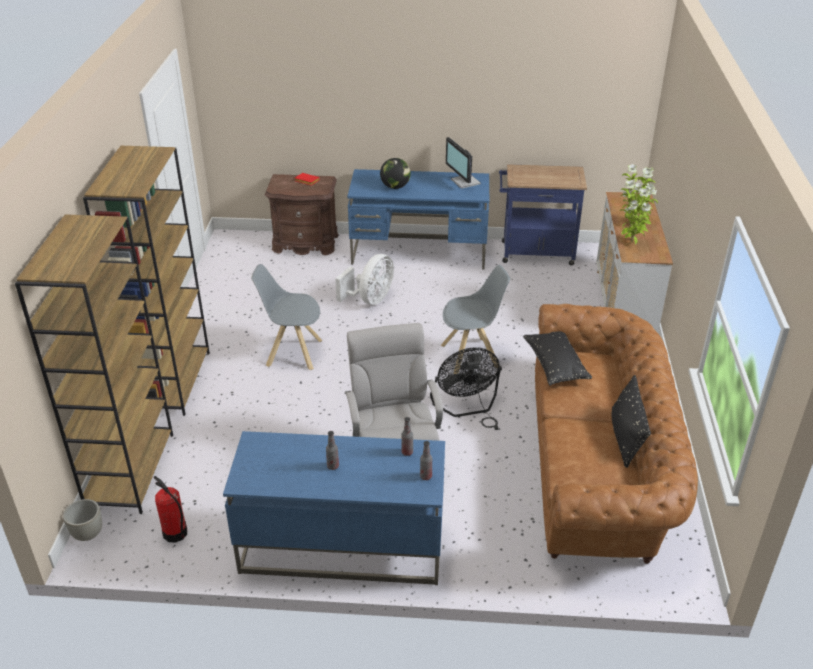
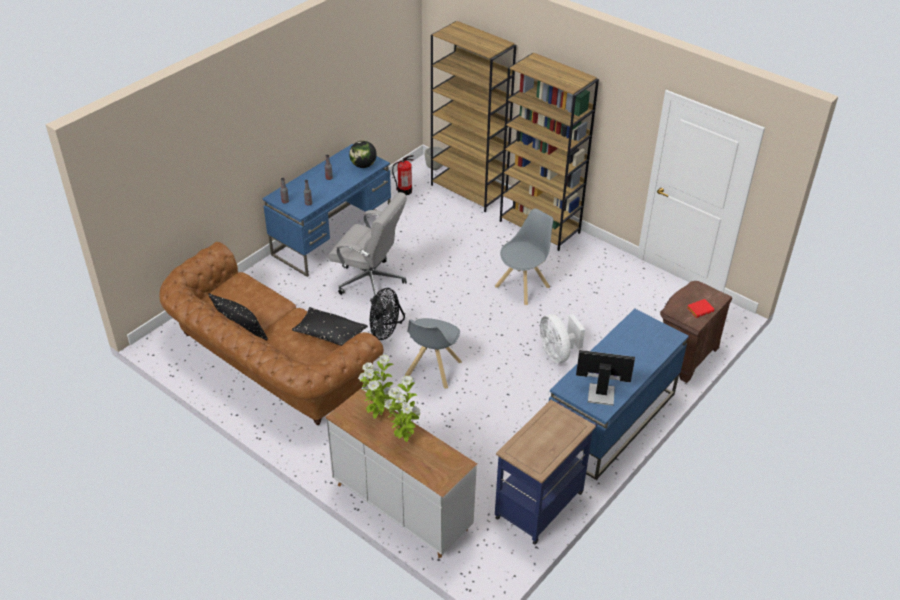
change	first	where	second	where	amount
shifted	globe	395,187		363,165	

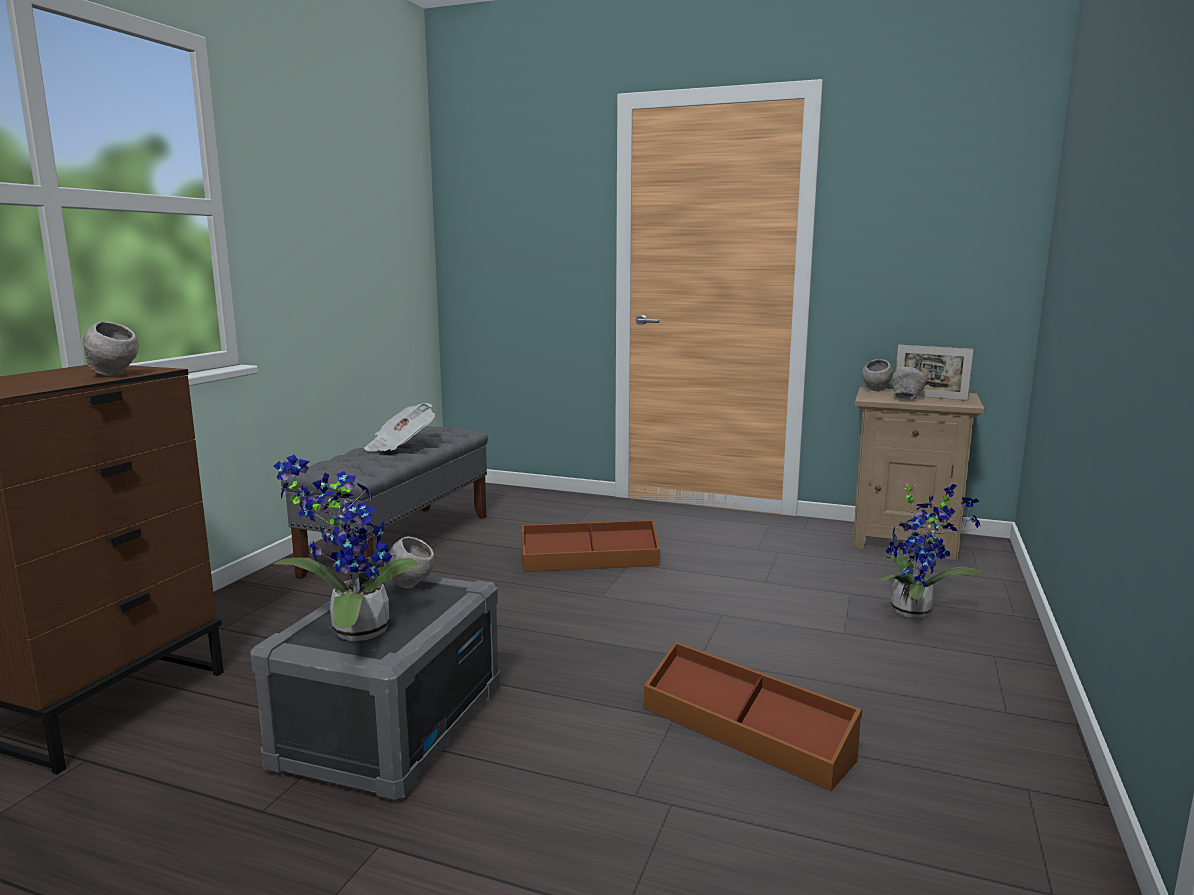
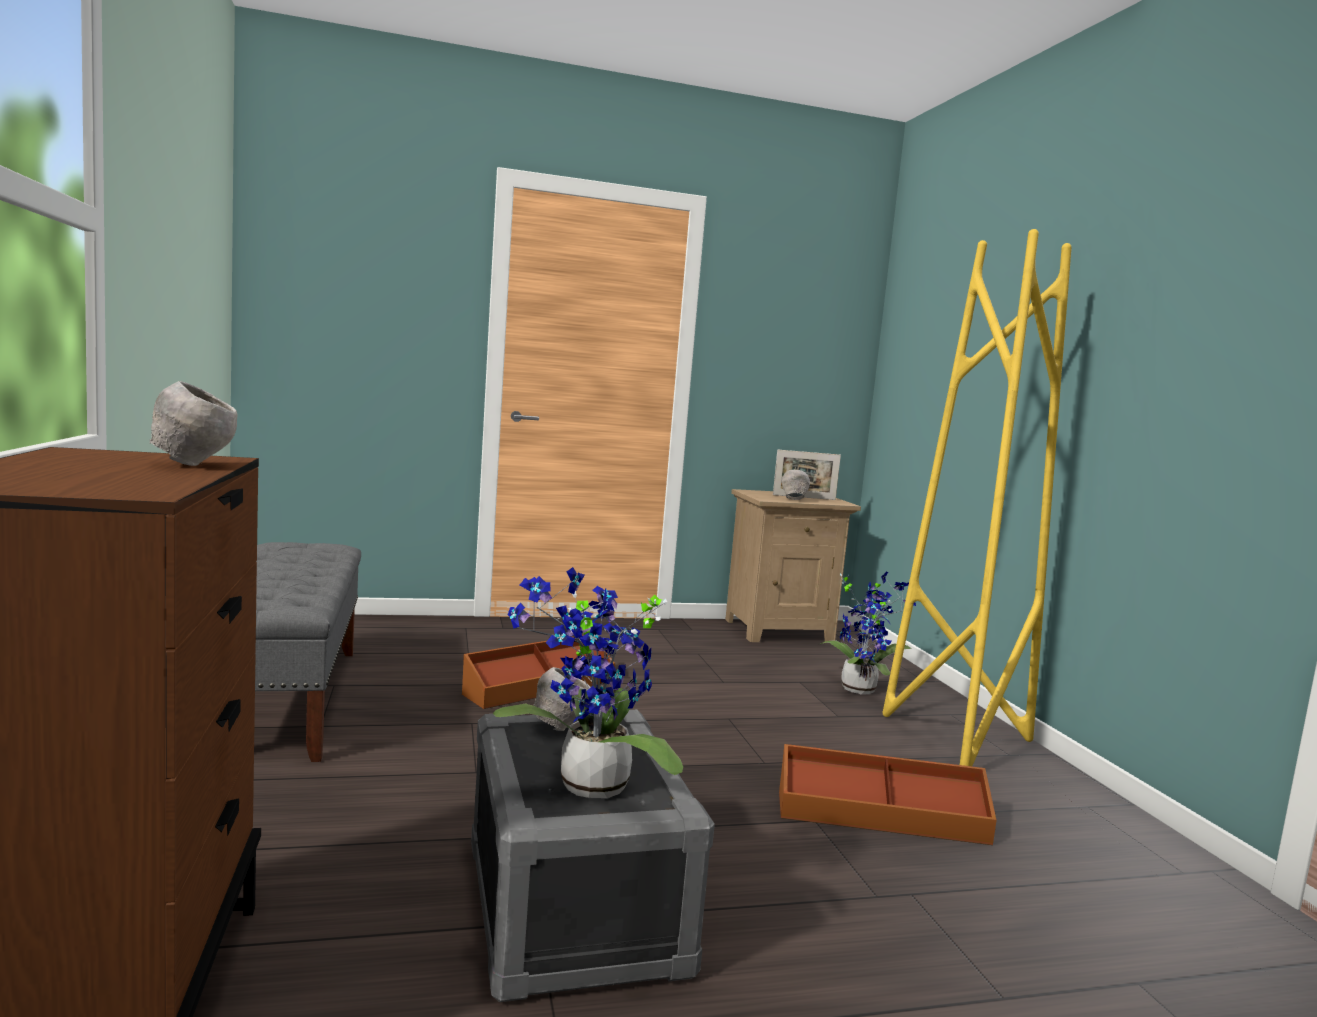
change	first	where	second	where	amount
gone	newspaper	400,446			
gone	grey bowl	876,391			
new			yellow clothes rack	958,744	

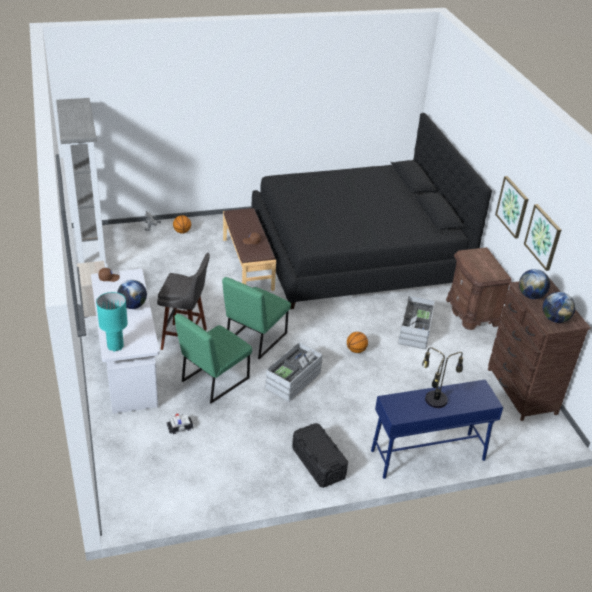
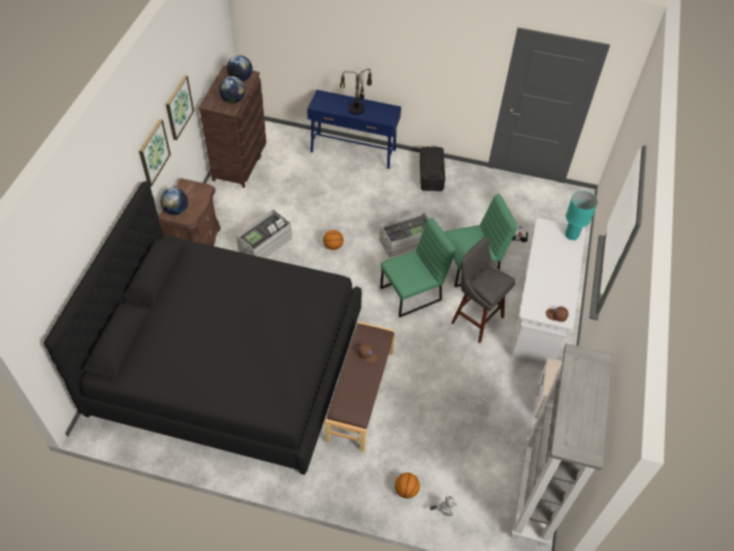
change	first	where	second	where	amount
shifted	globe	132,306		176,210	

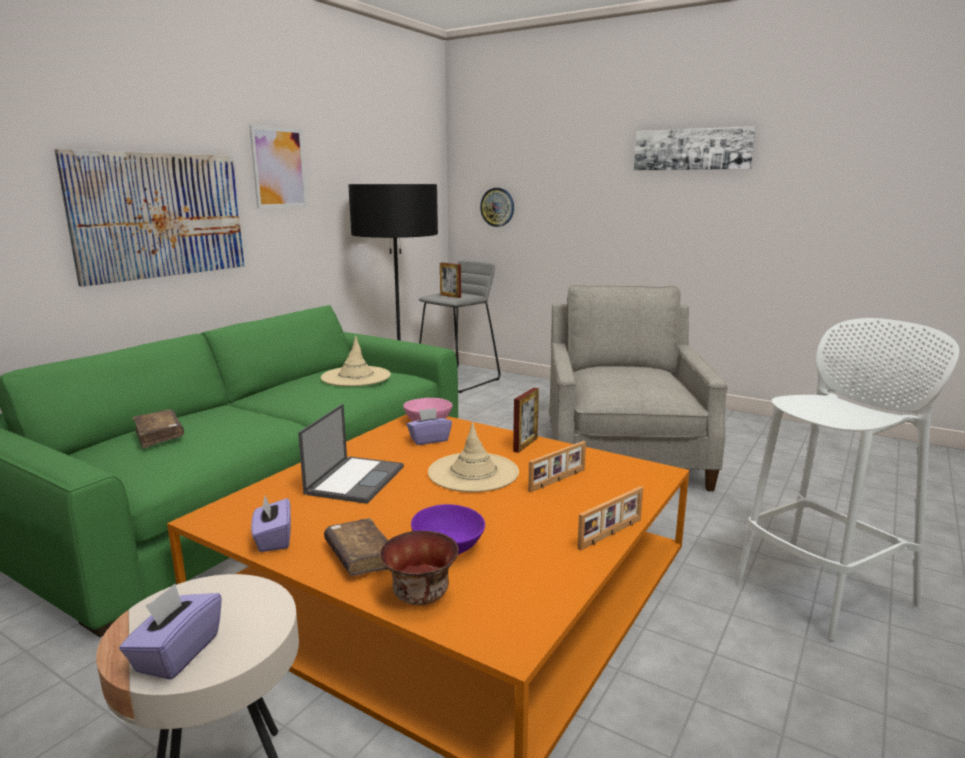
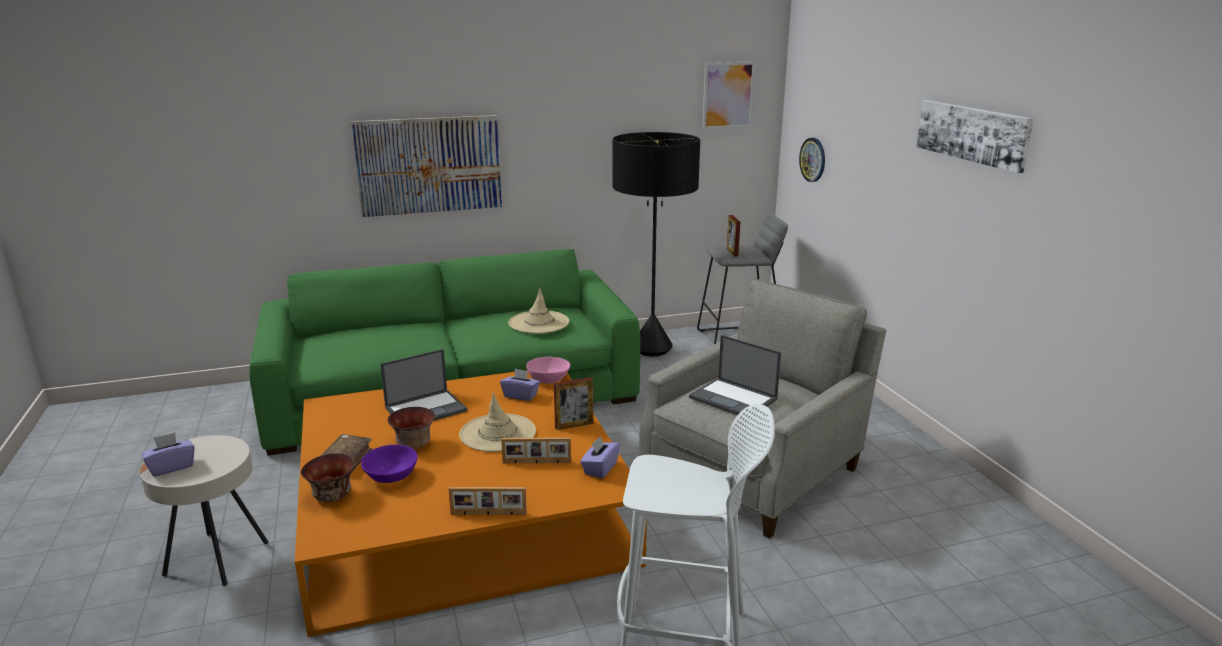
change	first	where	second	where	amount
gone	brown book	159,435			
new			bowl	413,444	
new			laptop	734,399	
shifted	picture	279,168		728,95	
shifted	purple tissue box	273,539		600,468	

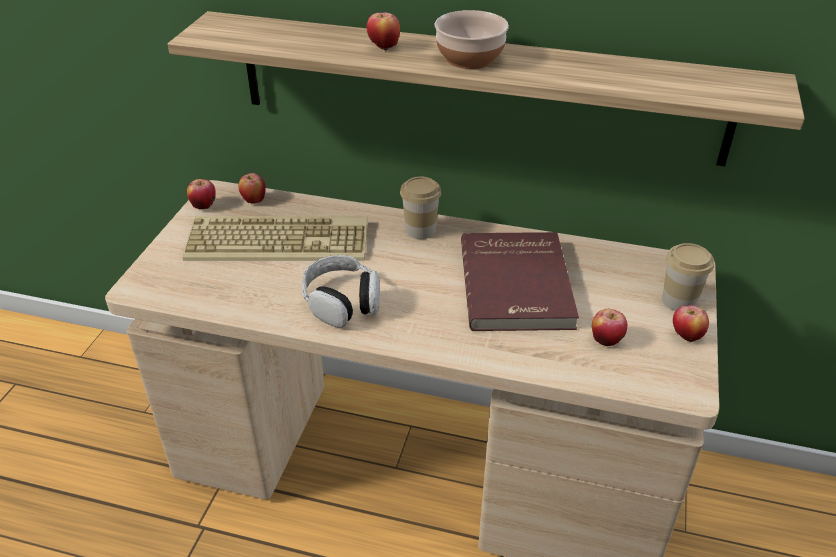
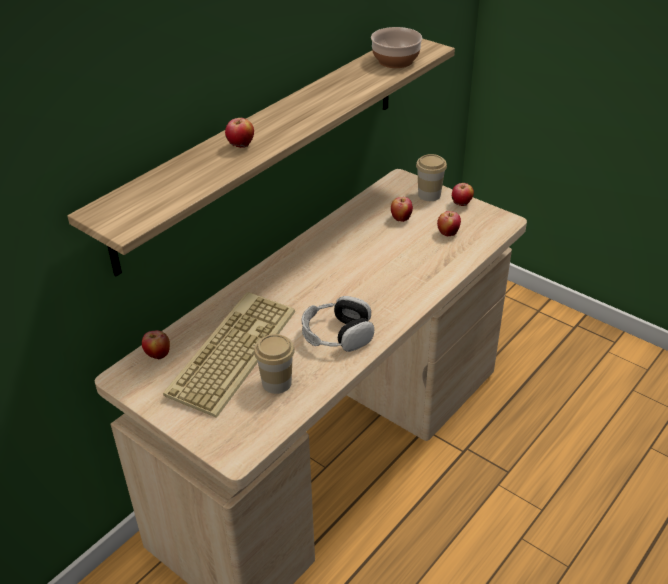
change	first	where	second	where	amount
gone	red book	518,285			
shifted	apple	204,206		401,219	
shifted	cup	420,230		276,383	
shifted	bowl	471,58		396,60	

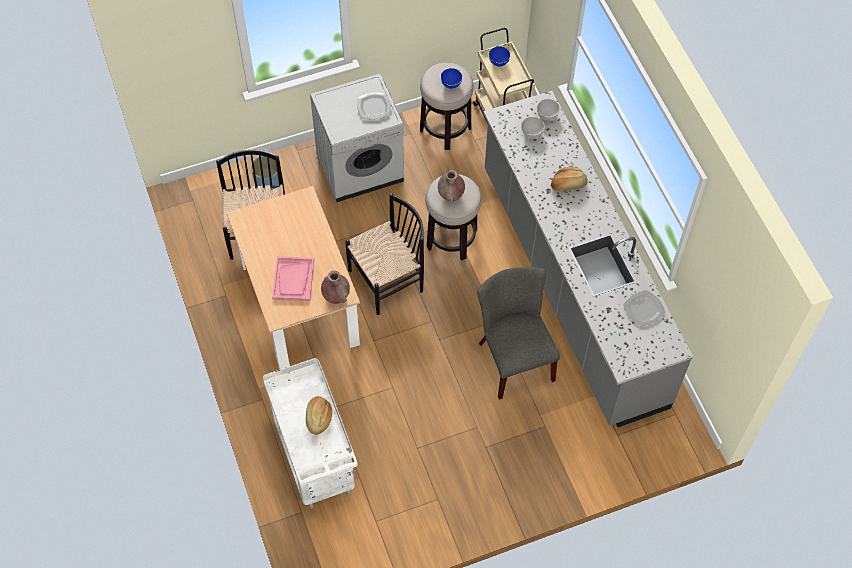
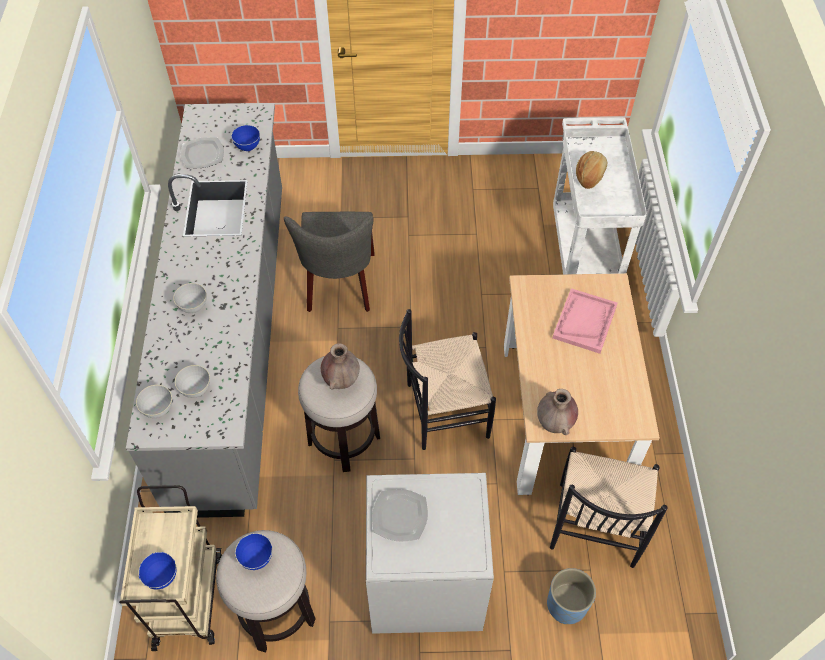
change	first	where	second	where	amount
new			blue bowl	247,146	
shifted	brown vase	336,296		554,424	
swapped	bread	568,184	grey bowl	193,306	

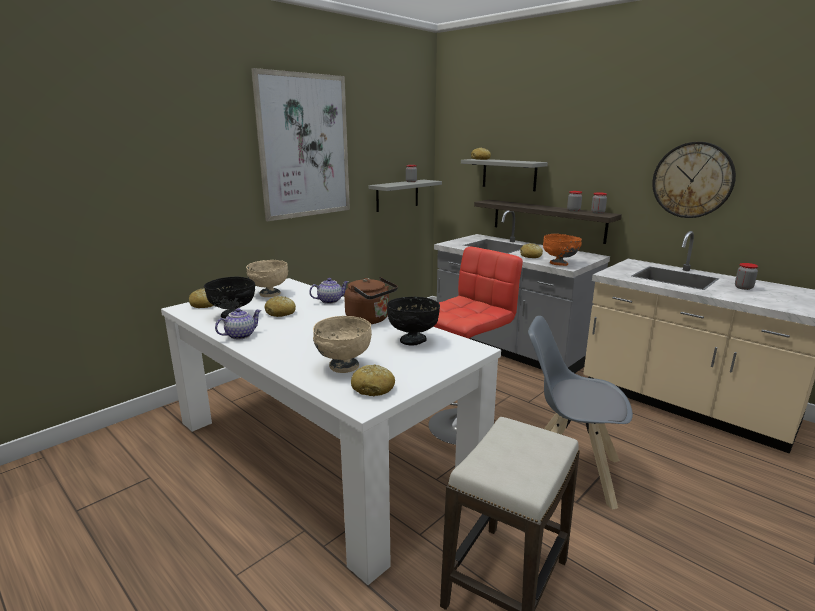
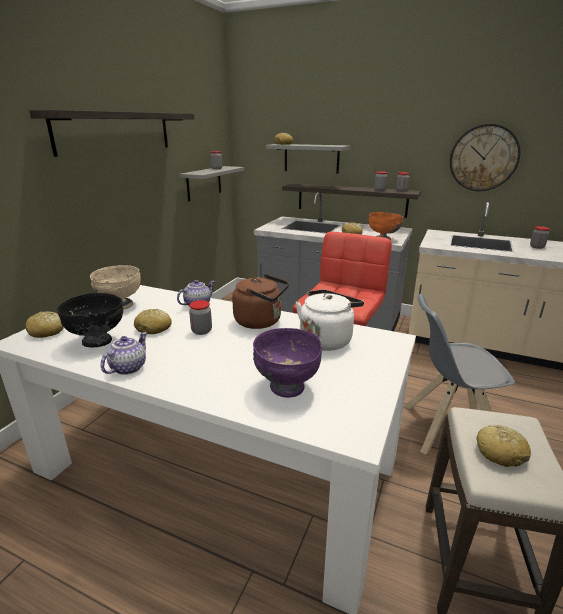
change	first	where	second	where	amount
new			jar	201,331	
shifted	bread	373,388		500,453	
swapped	picture	304,146	shelf	116,132	
swapped	black bowl	413,340	white kettle	327,339	
repainted	beige bowl	343,366	purple bowl	286,388	

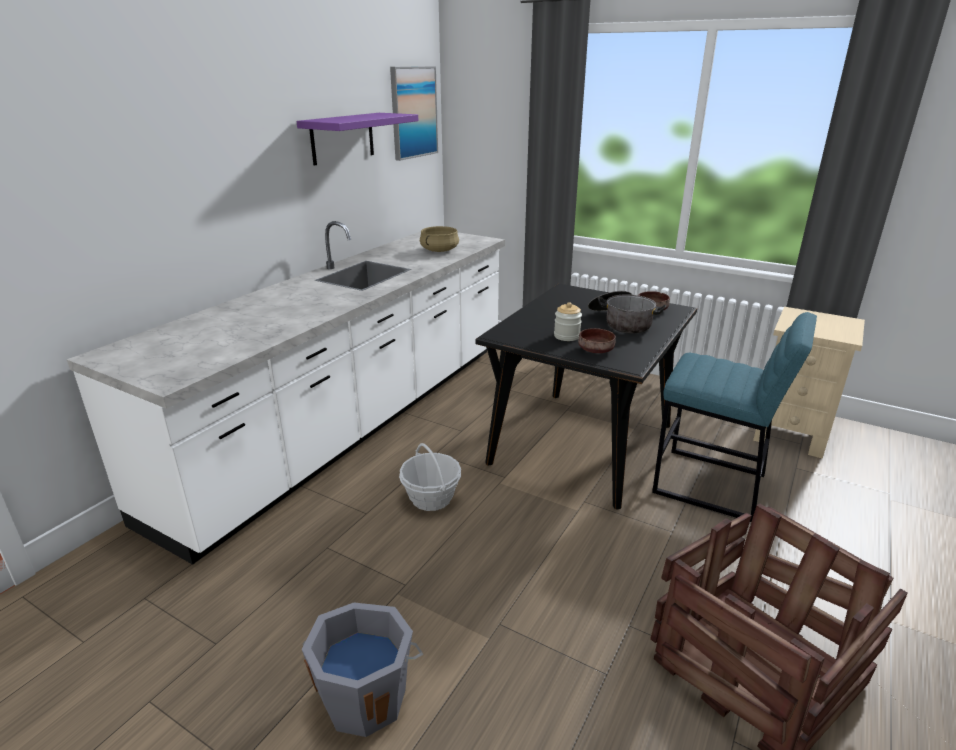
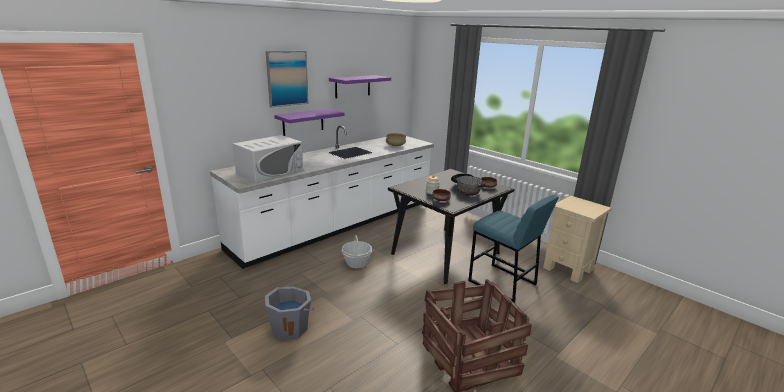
change	first	where	second	where	amount
new			white microwave	270,172	
new			purple shelf	303,122	
shifted	picture	413,112		287,78	

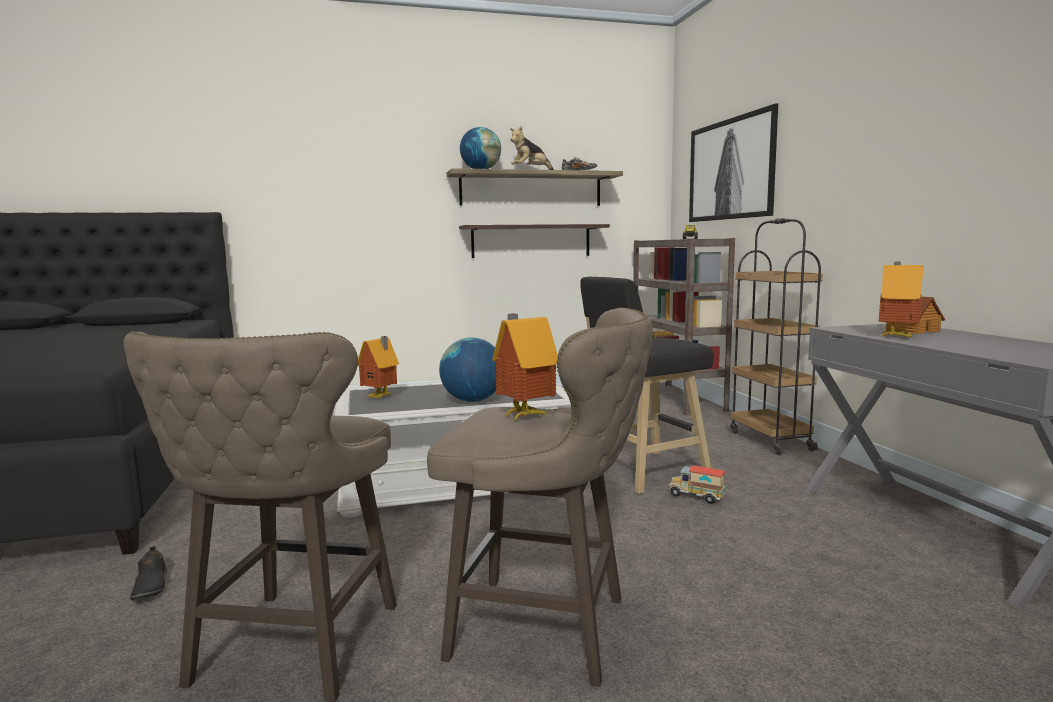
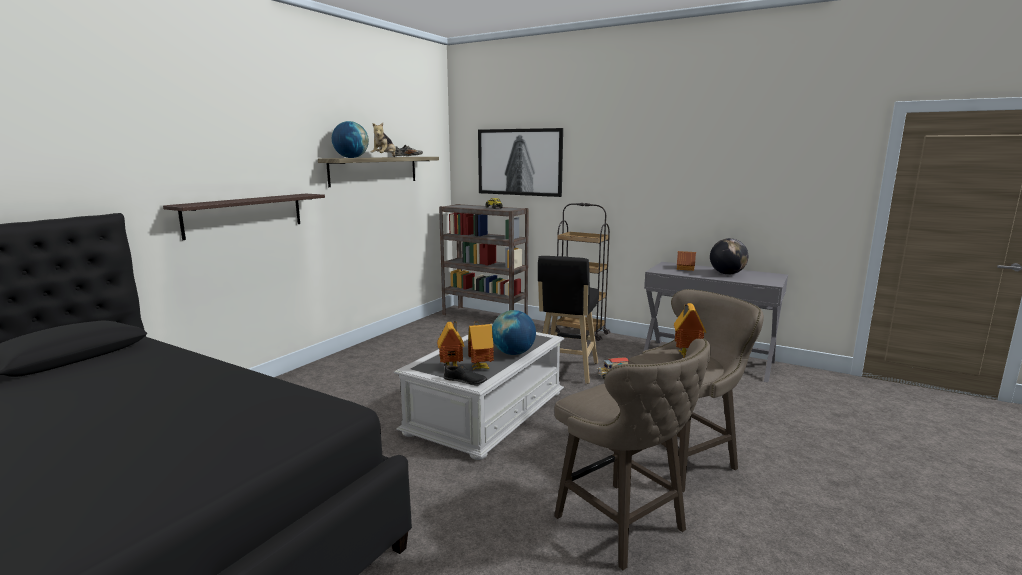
change	first	where	second	where	amount
new			globe	727,274	
shifted	black shoe	149,586		465,381	
shifted	shelf	531,241		244,215	
shifted	toy house	897,337		480,368	

